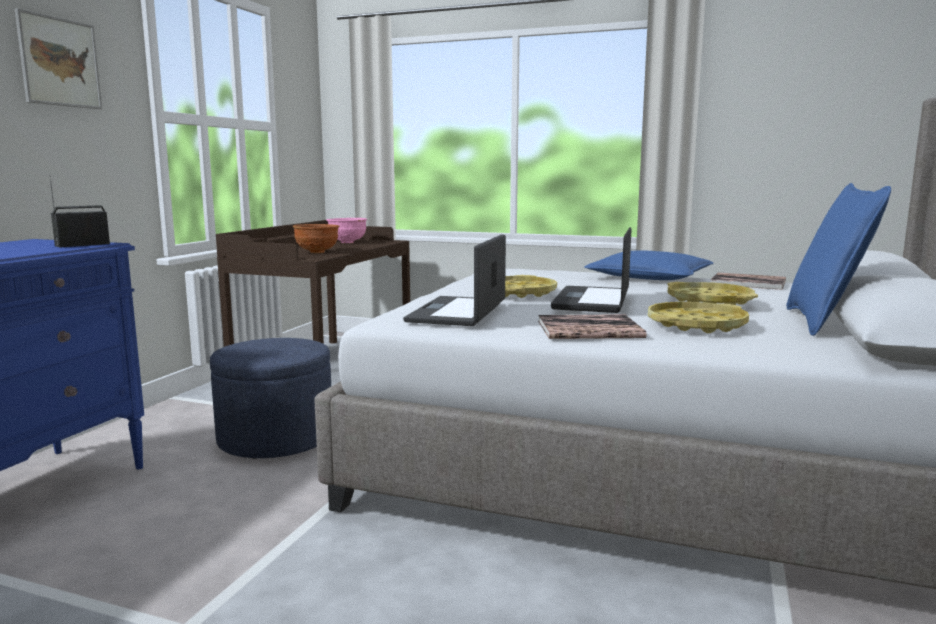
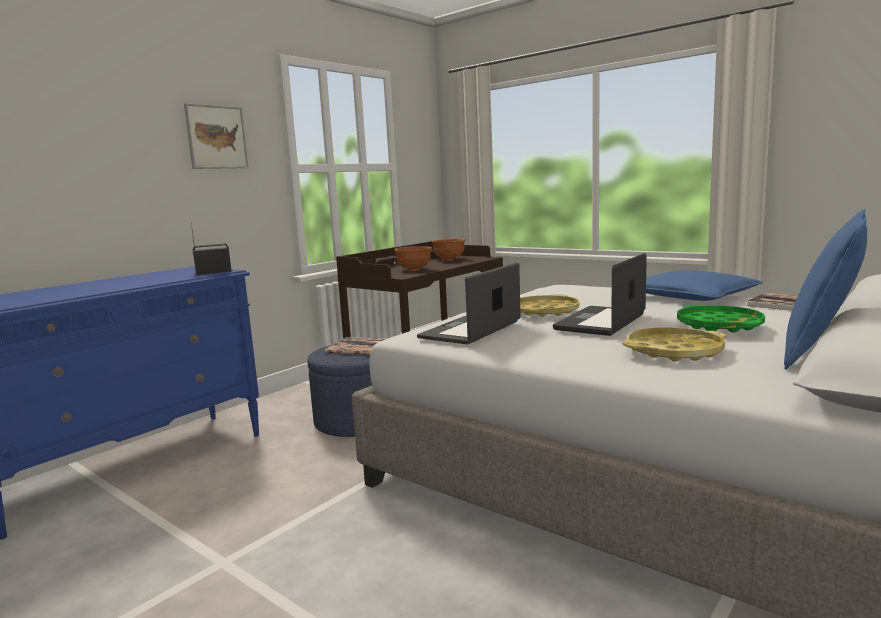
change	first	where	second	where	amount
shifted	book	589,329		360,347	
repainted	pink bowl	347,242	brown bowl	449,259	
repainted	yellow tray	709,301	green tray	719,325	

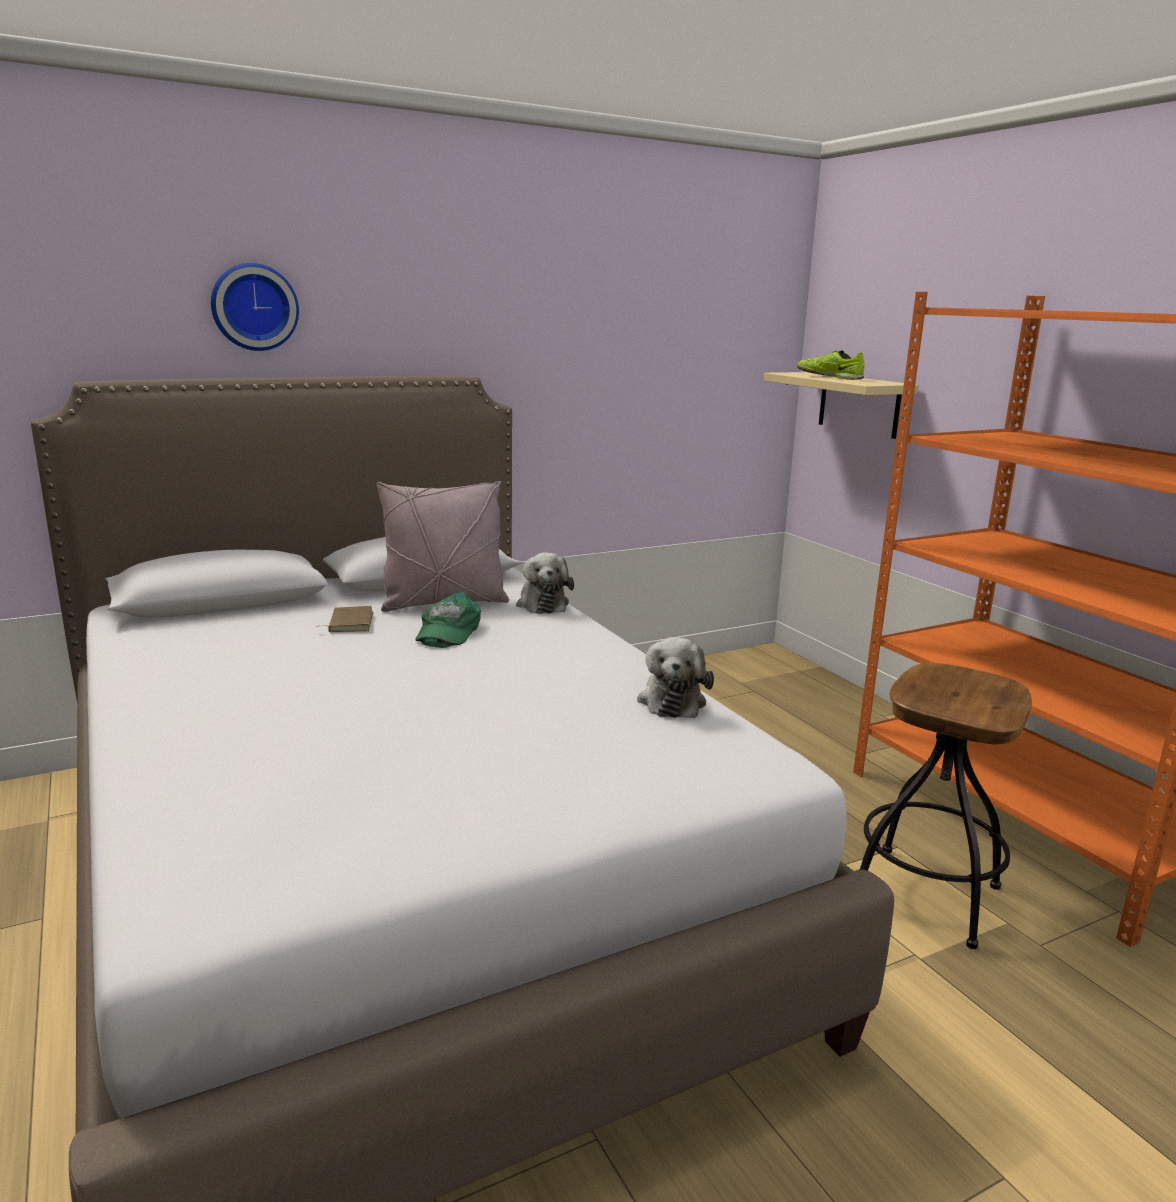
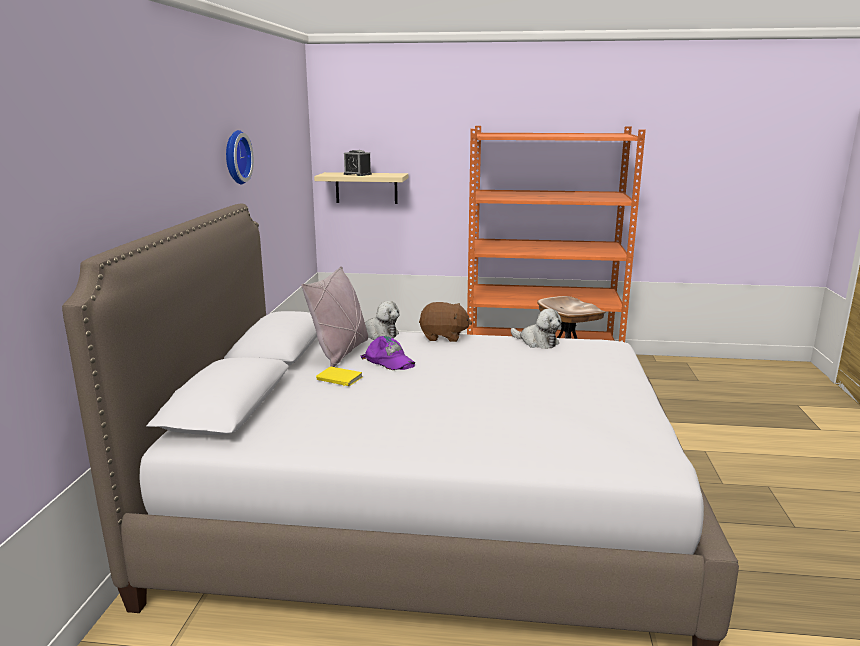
change	first	where	second	where	amount
new			brown plush toy	443,337	
shifted	wall clock	254,307		235,157	
swapped	shoe	829,377	alarm clock	357,174	
repainted	brown book	349,623	yellow book	338,379	
repainted	green cap	447,631	purple cap	389,361	

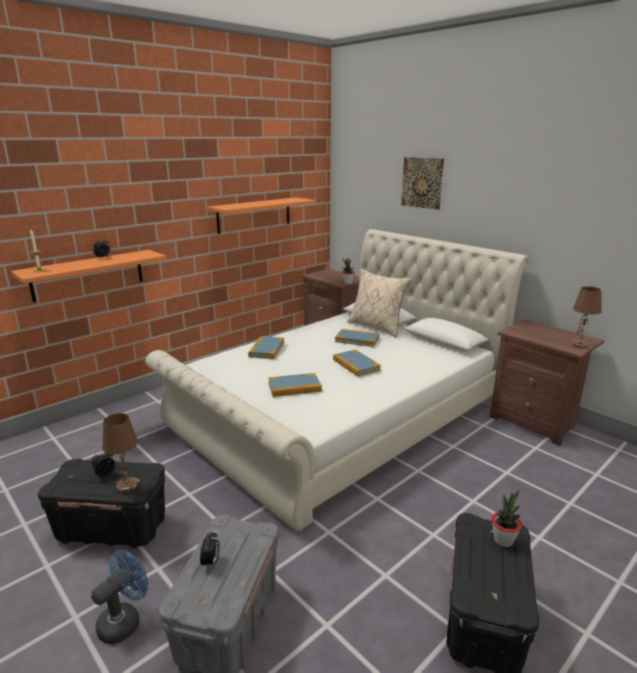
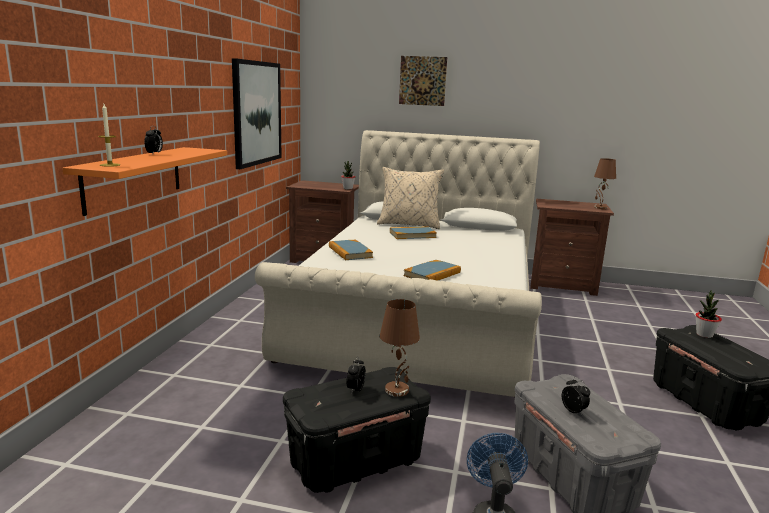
change	first	where	second	where	amount
gone	book	356,365			
swapped	orange shelf	254,215	picture	256,113	

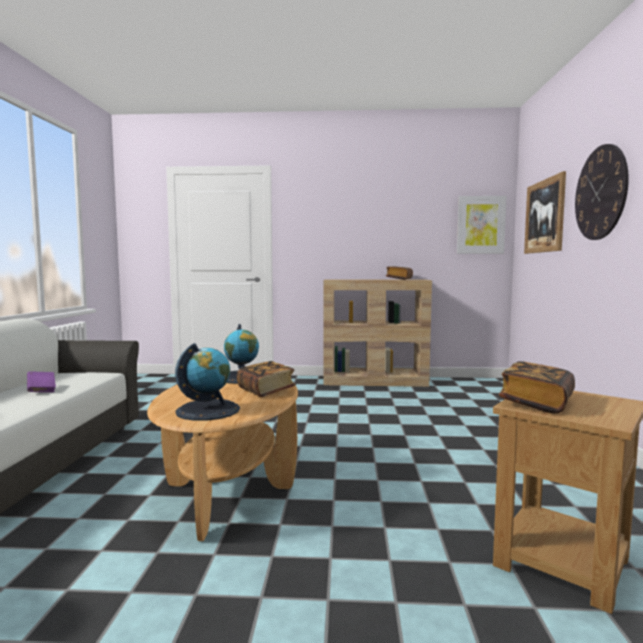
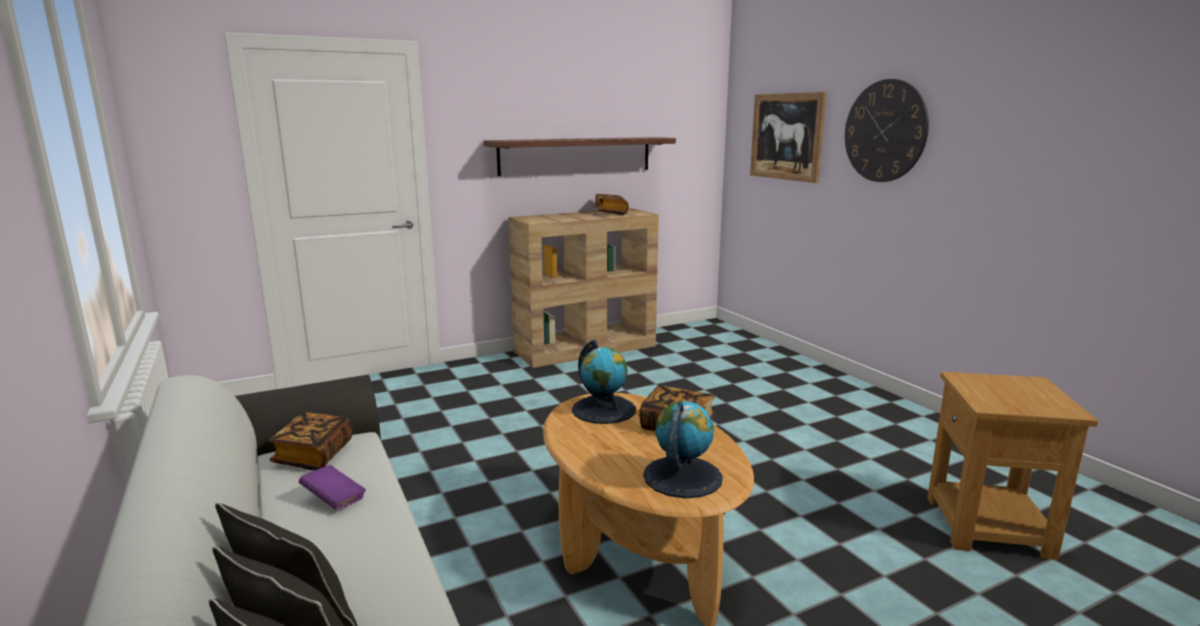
change	first	where	second	where	amount
gone	picture	480,225			
new			shelf	576,155	
shifted	book	536,403		314,455	

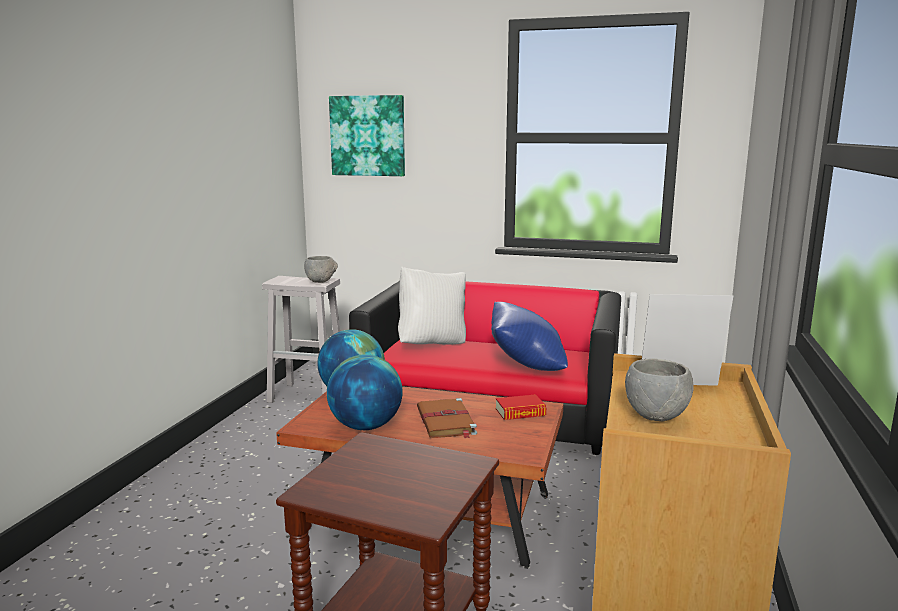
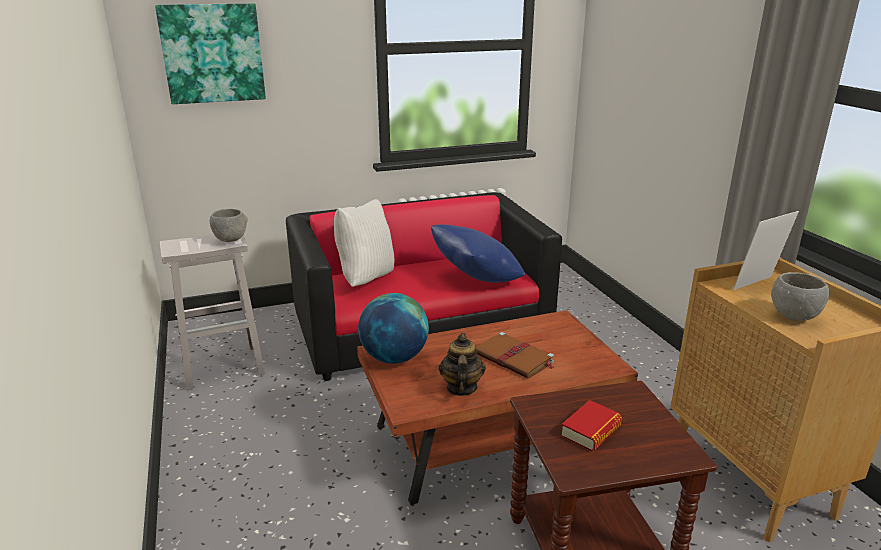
change	first	where	second	where	amount
shifted	book	520,412		591,431	
swapped	globe	365,426	teapot	461,388	

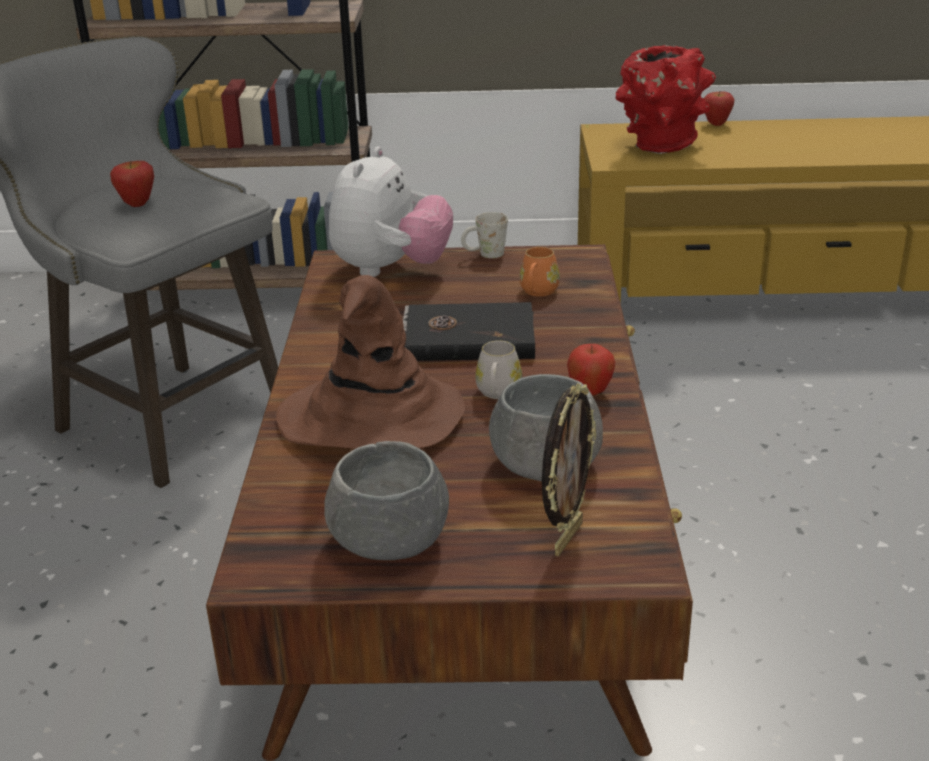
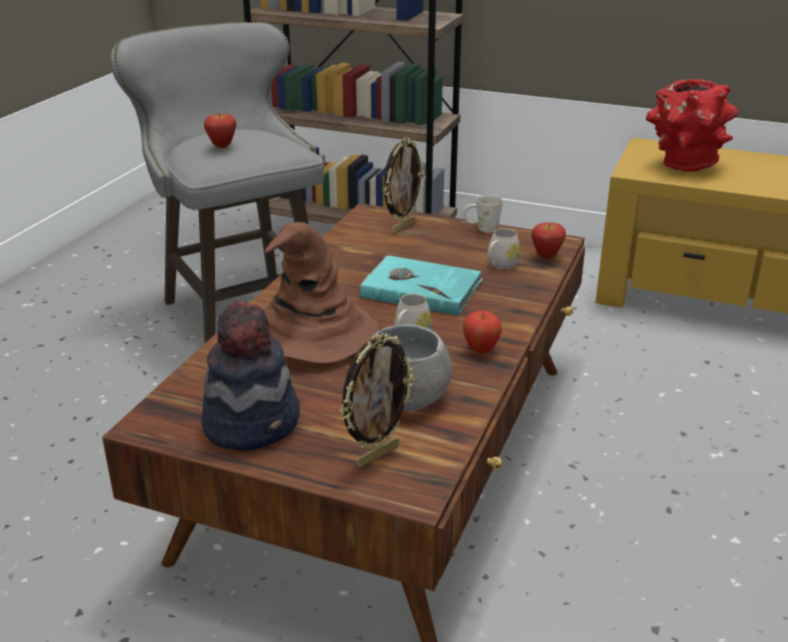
change	first	where	second	where	amount
shifted	apple	716,124		546,256	
swapped	grey bowl	389,537	hat	253,422	
swapped	plush toy	391,270	picture frame	402,227	
repainted	black book	468,337	turquoise book	421,289	
repainted	orange mug	537,292	white mug	500,265	

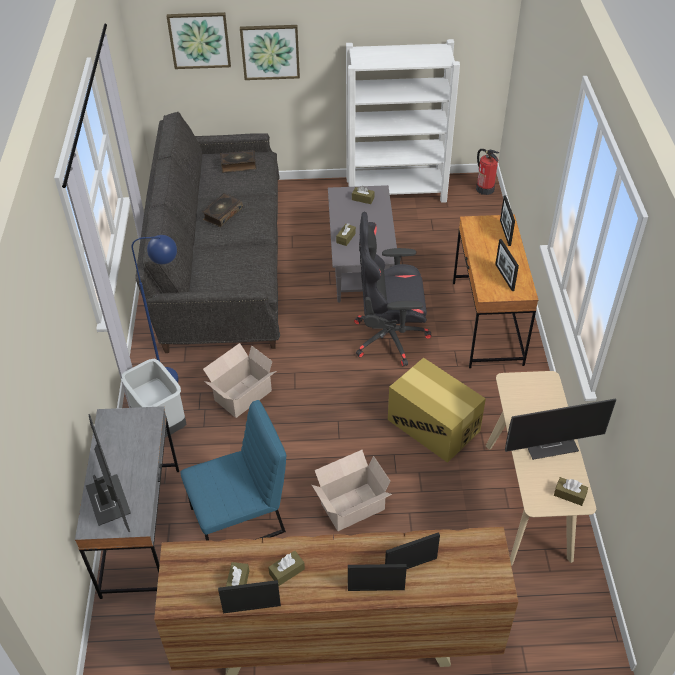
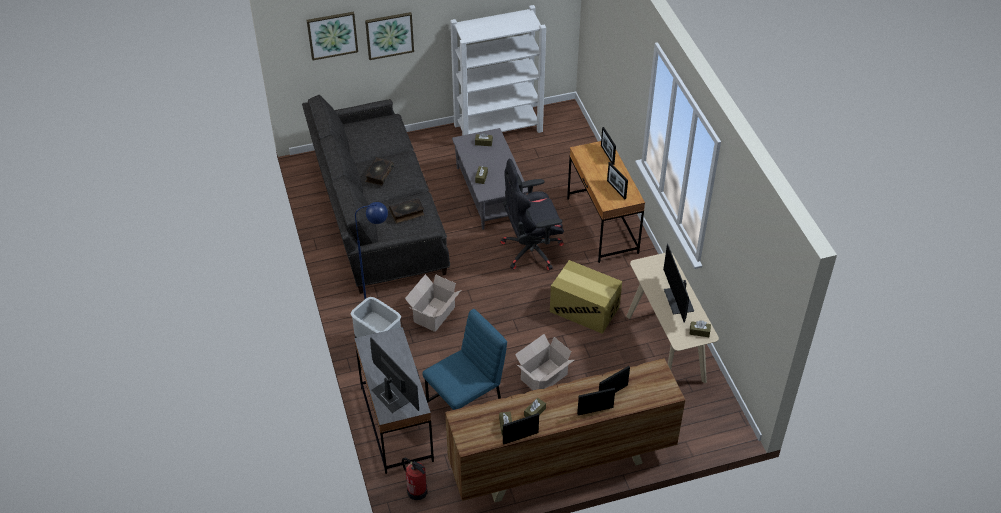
change	first	where	second	where	amount
shifted	book	238,165		407,213	
shifted	fire extinguisher	484,188		417,491	
rotated	monitor	550,443		679,301	105 degrees clockwise

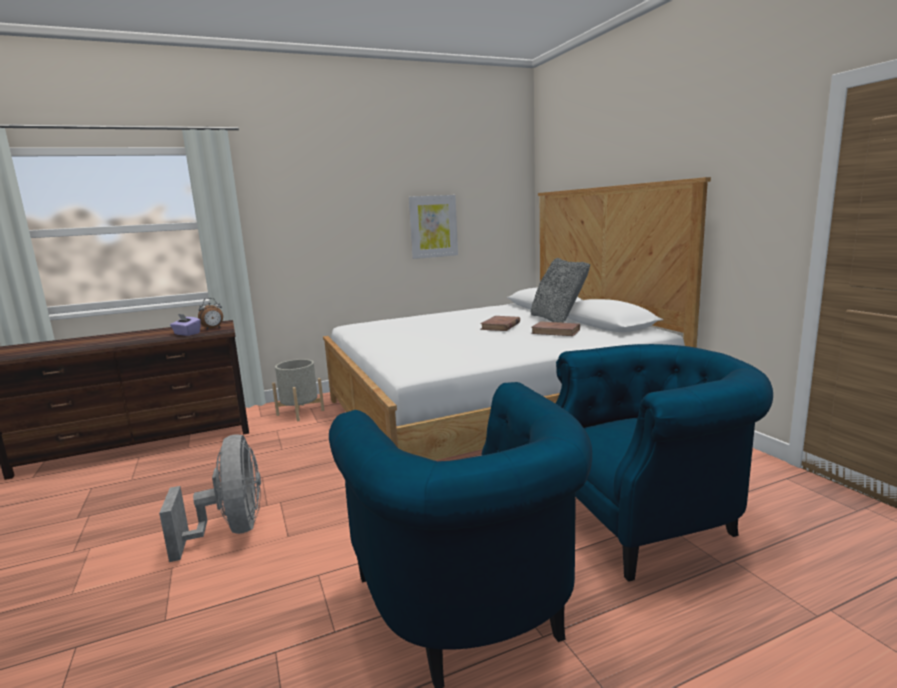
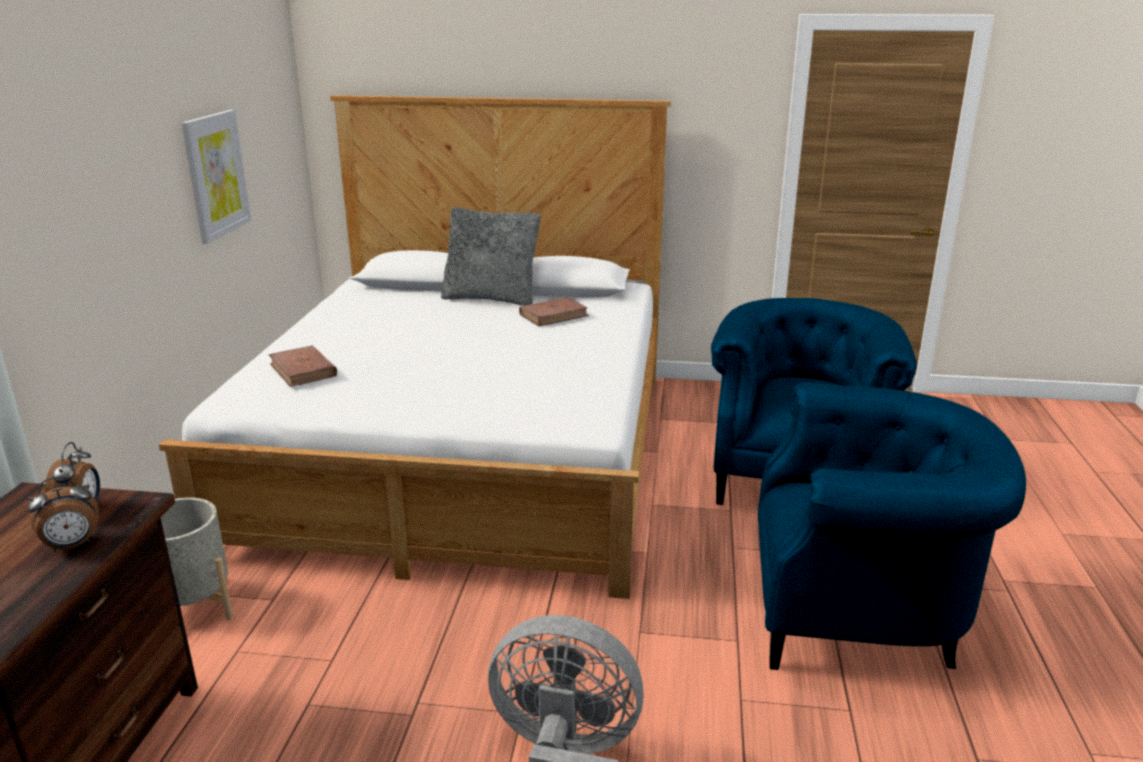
change	first	where	second	where	amount
shifted	brown book	500,326		303,370	
swapped	purple tissue box	187,334	alarm clock	72,546	

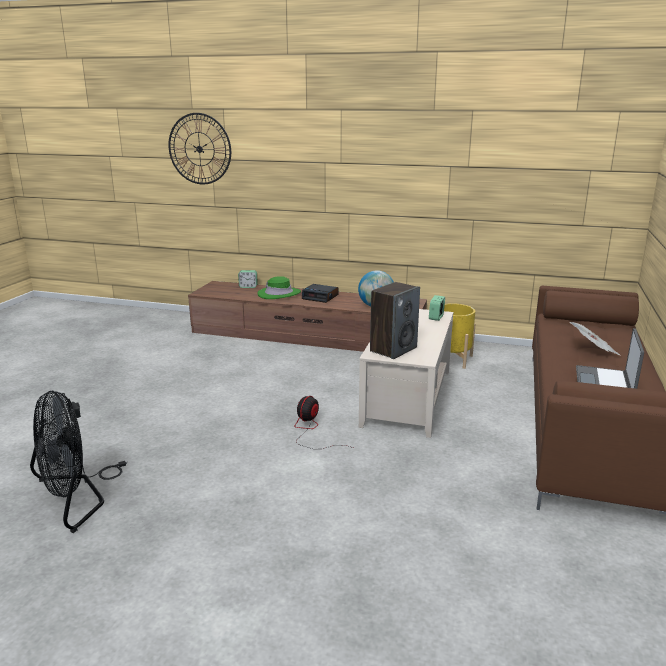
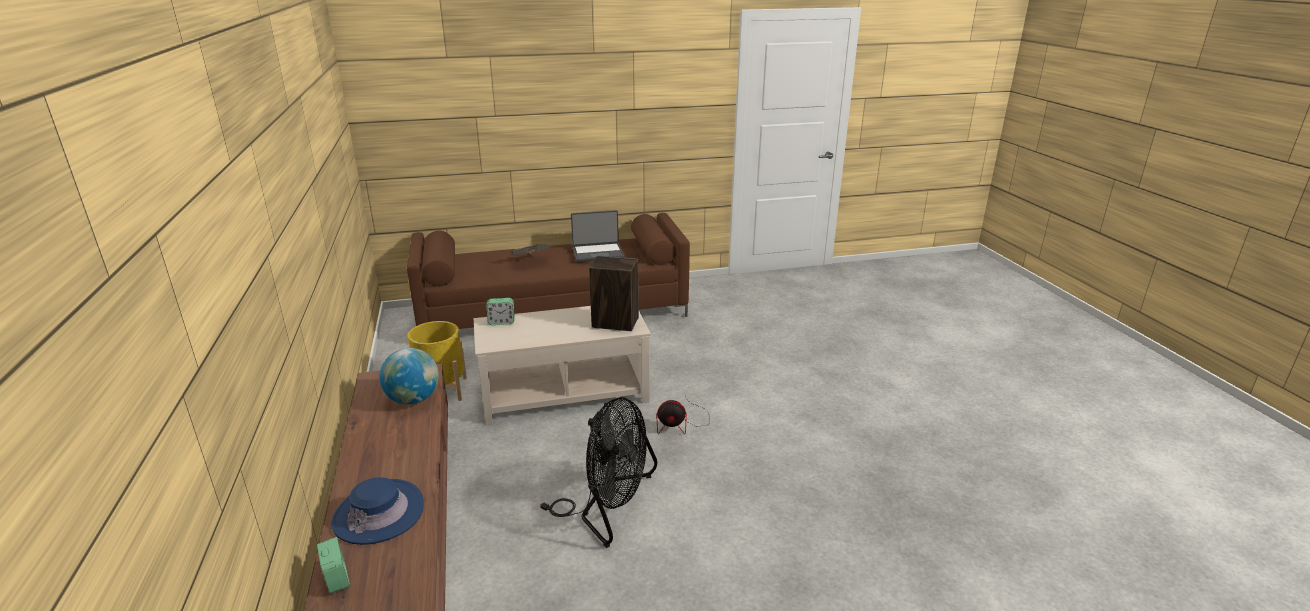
change	first	where	second	where	amount
gone	wall clock	199,149			
gone	alarm clock	320,297			
shifted	black fan	77,494		607,506	
repainted	green hat	279,294	blue hat	378,513	

